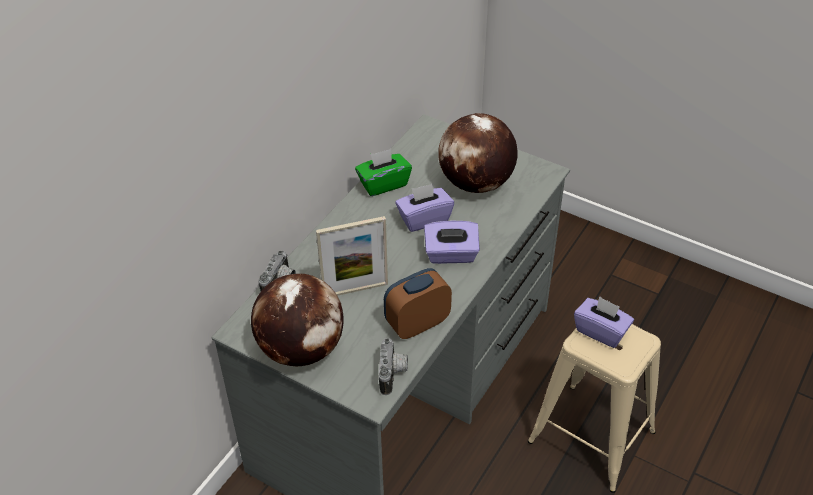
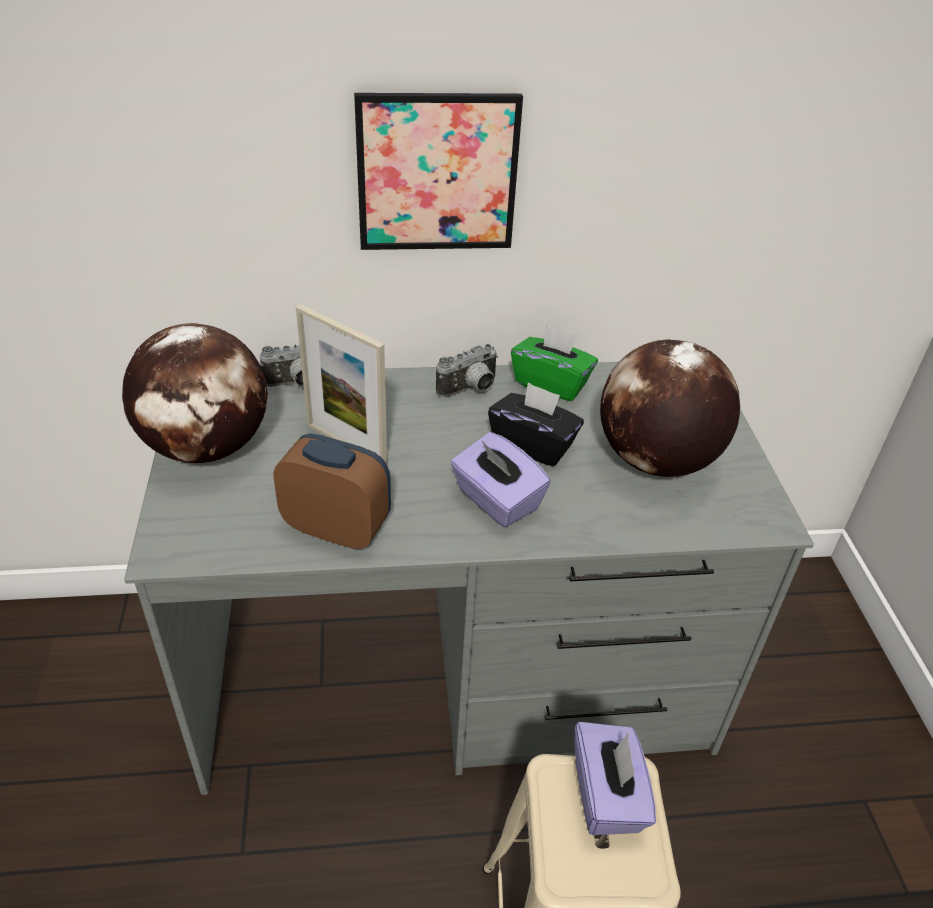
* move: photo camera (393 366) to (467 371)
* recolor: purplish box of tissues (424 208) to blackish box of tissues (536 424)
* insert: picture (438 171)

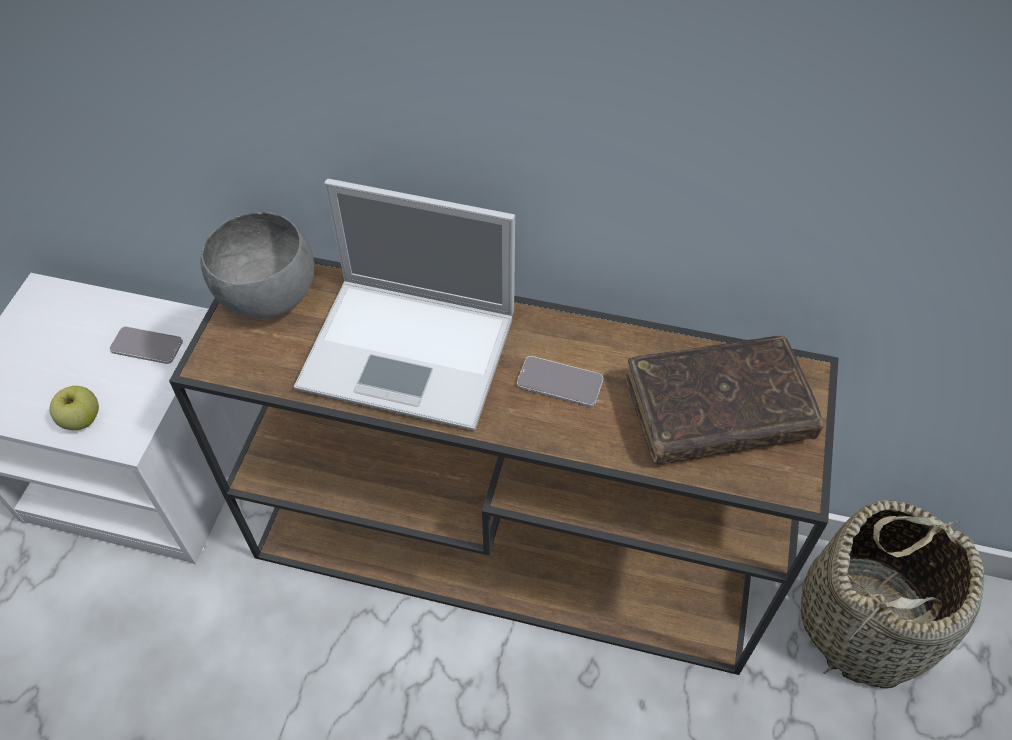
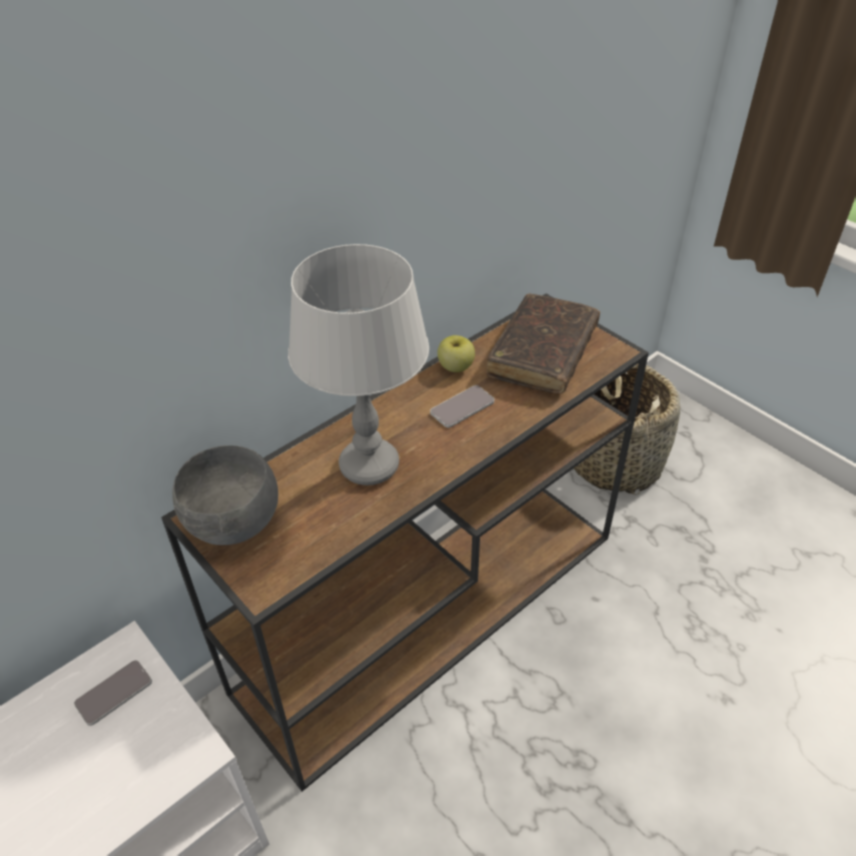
* move: whole apple (74 408) to (456 353)
* replace: laptop (404 305) to grey table lamp (358 364)

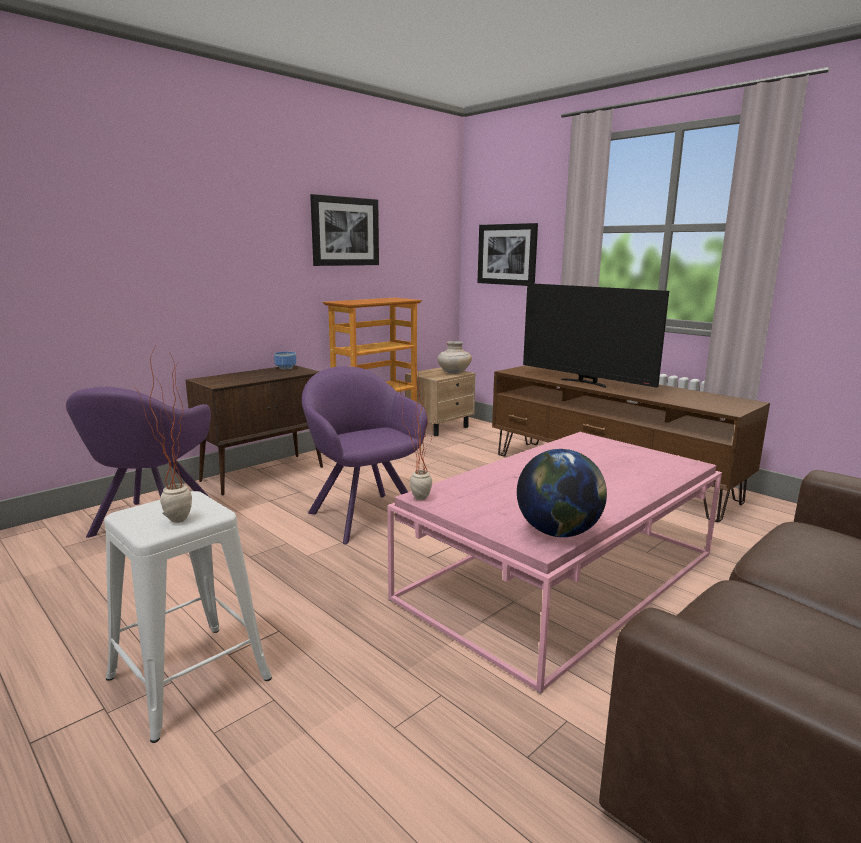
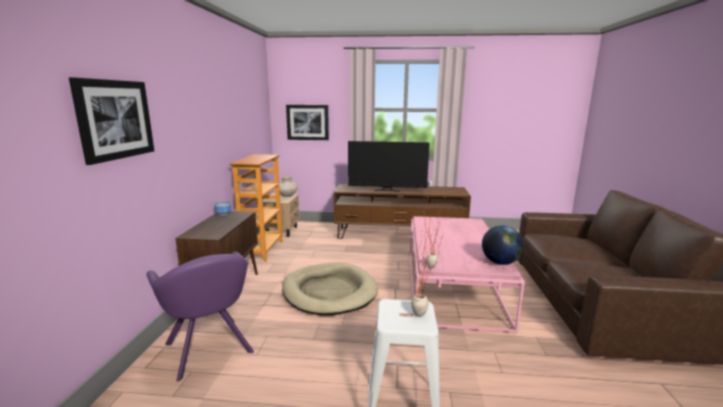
* replace: purplish easy chair (364 455) to sand-coloured dog cushion (330 289)
* move: picture (344 230) to (111 121)

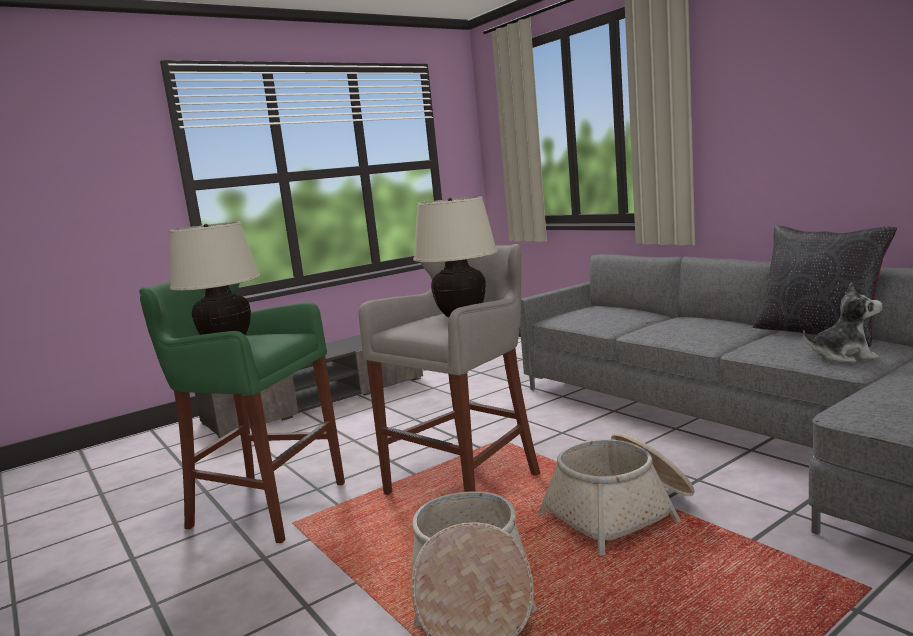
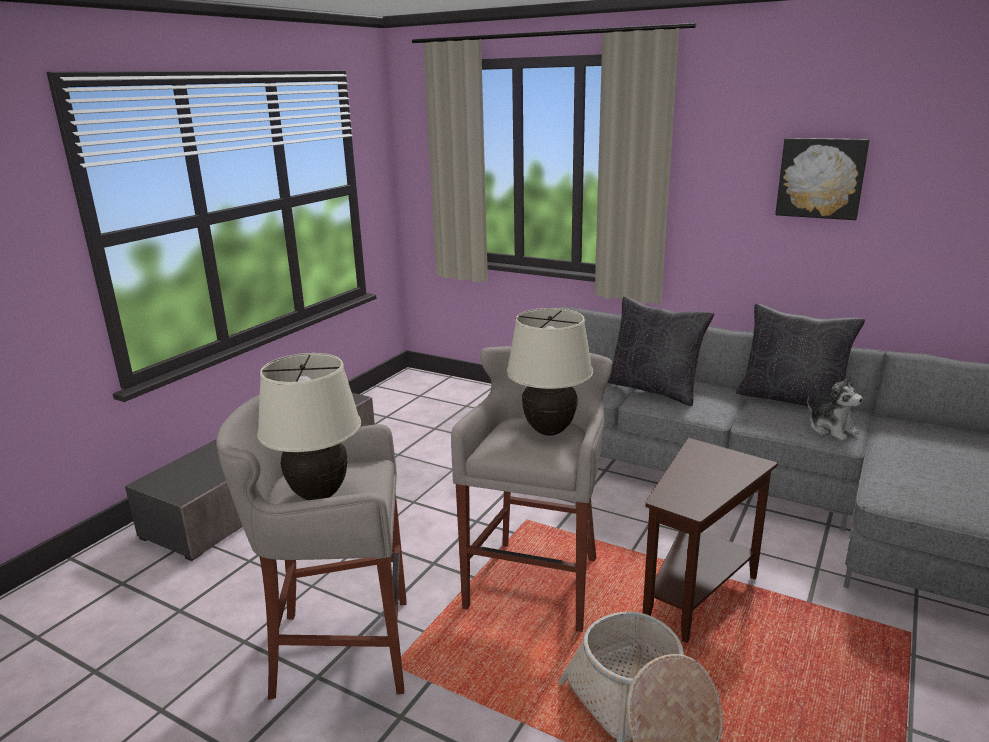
* recolor: greenish stool (242 412) to grey stool (311 547)
* replace: basket (617 494) to brown end table (710 540)
* rotate: cuddly toy (842 322) = (835 408) 75 degrees clockwise
* insert: blackish cushion (660 351)
* insert: picture (822 179)

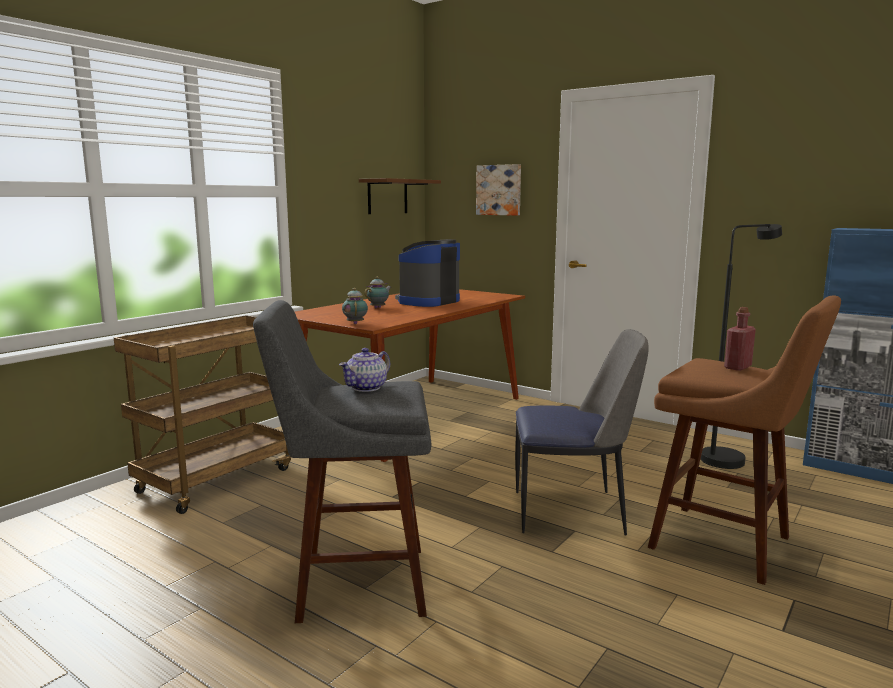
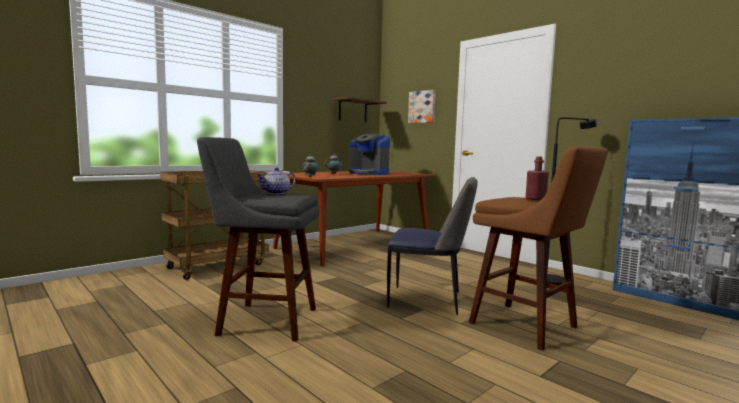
* rotate: coffee maker (427 273) = (369 154) 105 degrees counterclockwise

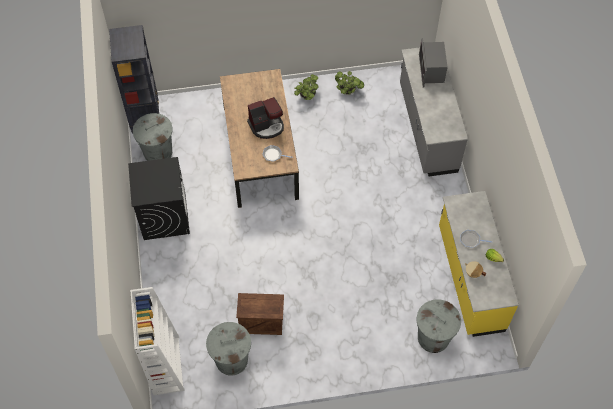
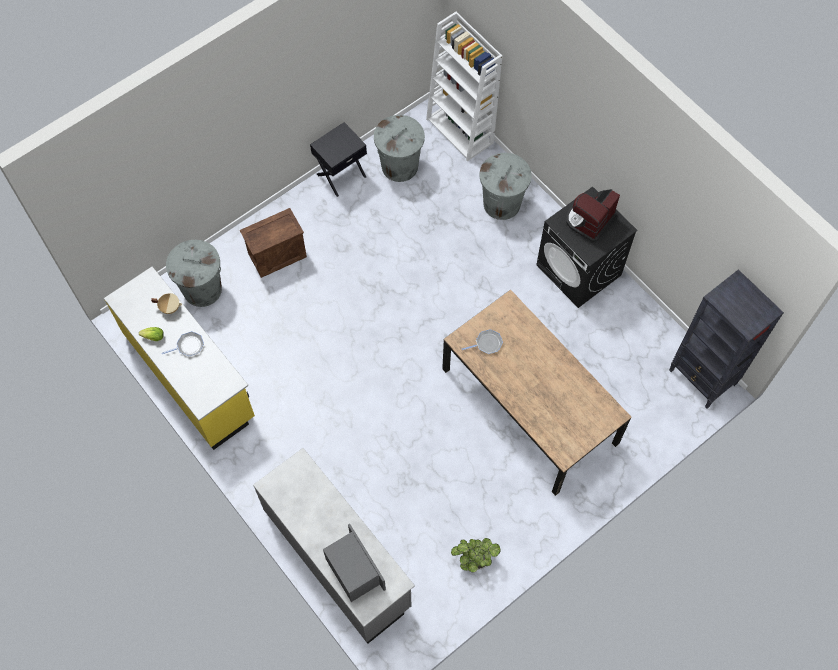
* move: grey rubbish bin (153 137) to (505 186)
* move: packing crate (260 314) to (273 243)
* move: coffee maker (265 118) to (593 215)
* delete: houseplant (306 87)
* insert: blackish nightstand (338 159)

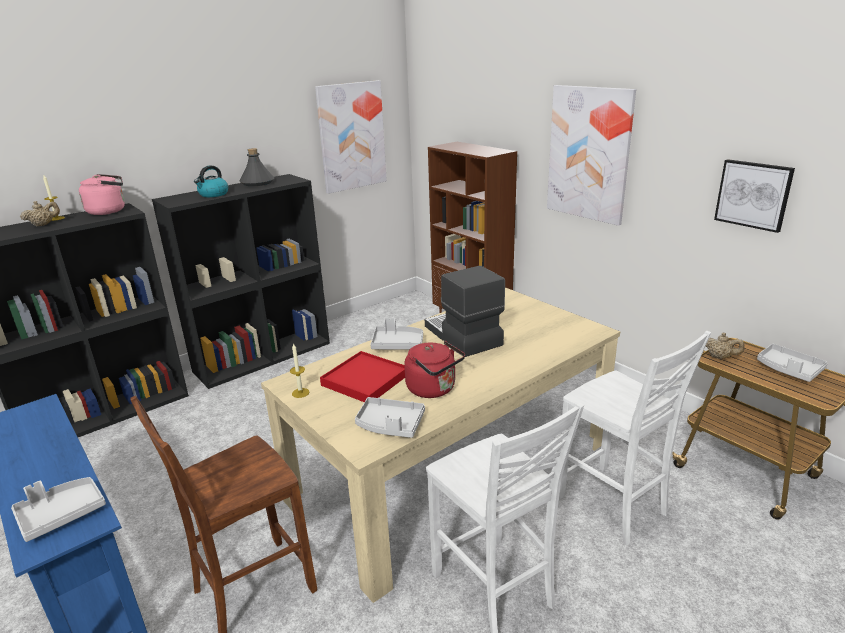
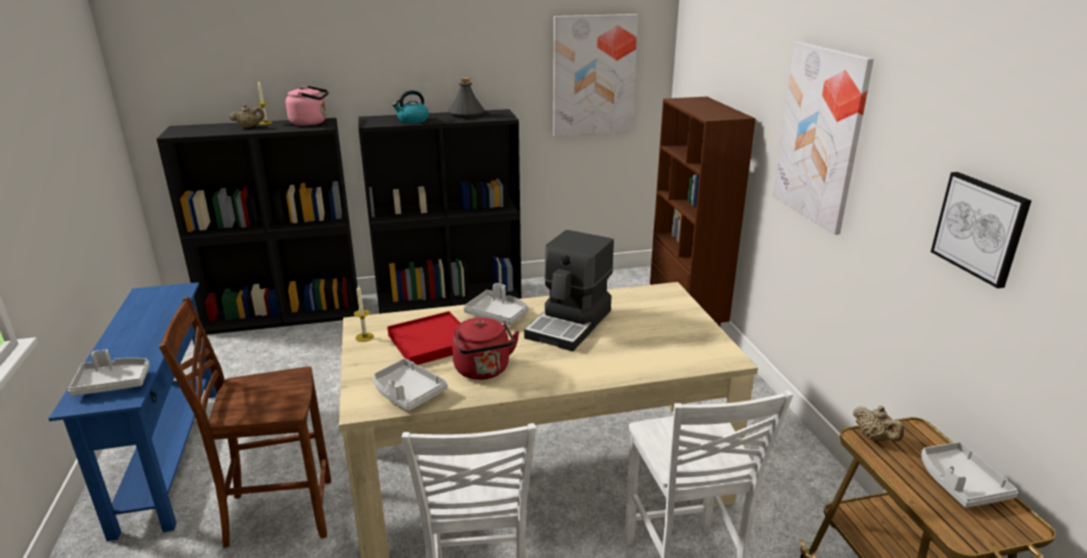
* rotate: coffee maker (465 311) = (569 290) 150 degrees counterclockwise

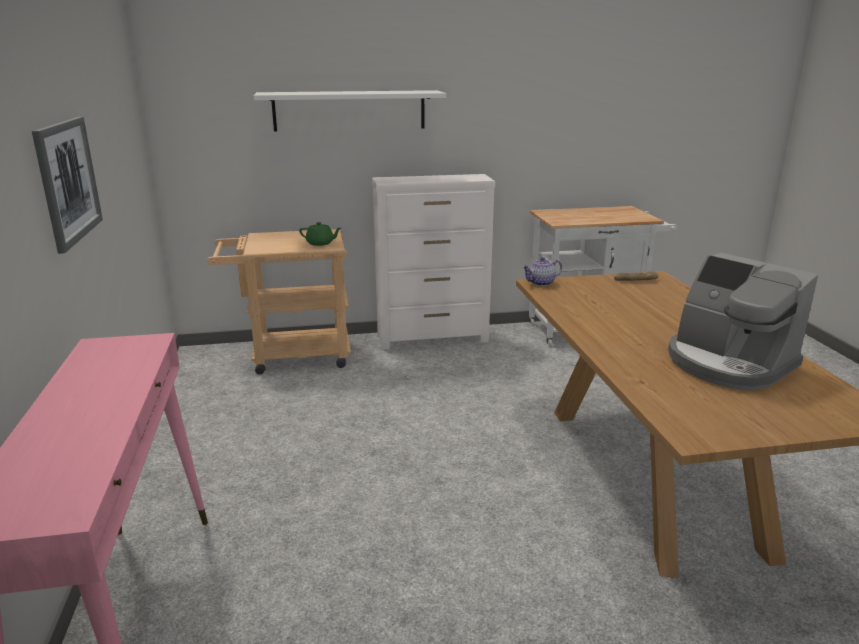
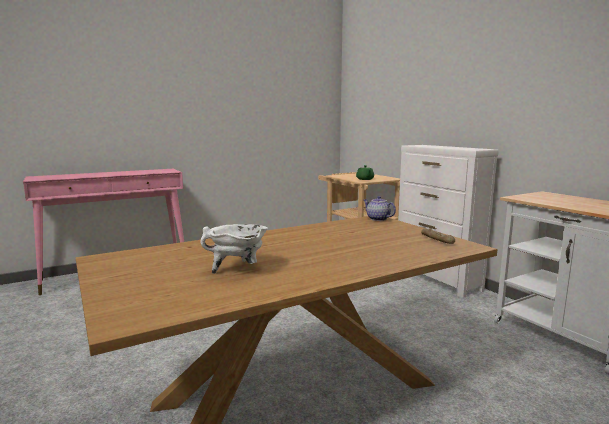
* delete: picture (67 185)
* delete: white bracket shelf (350 110)
* replace: coffee maker (743 321) to white saucepot (234 249)

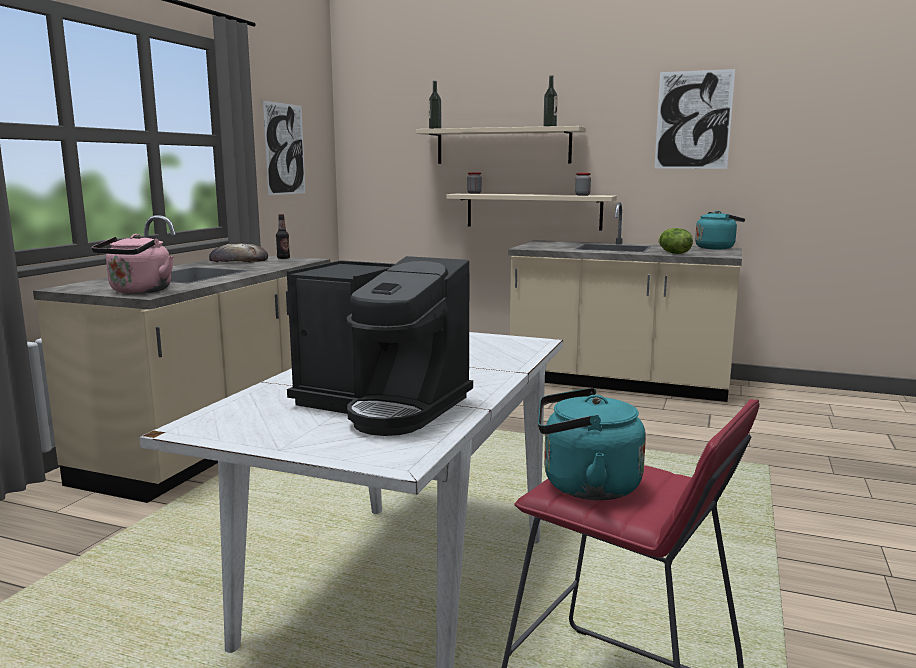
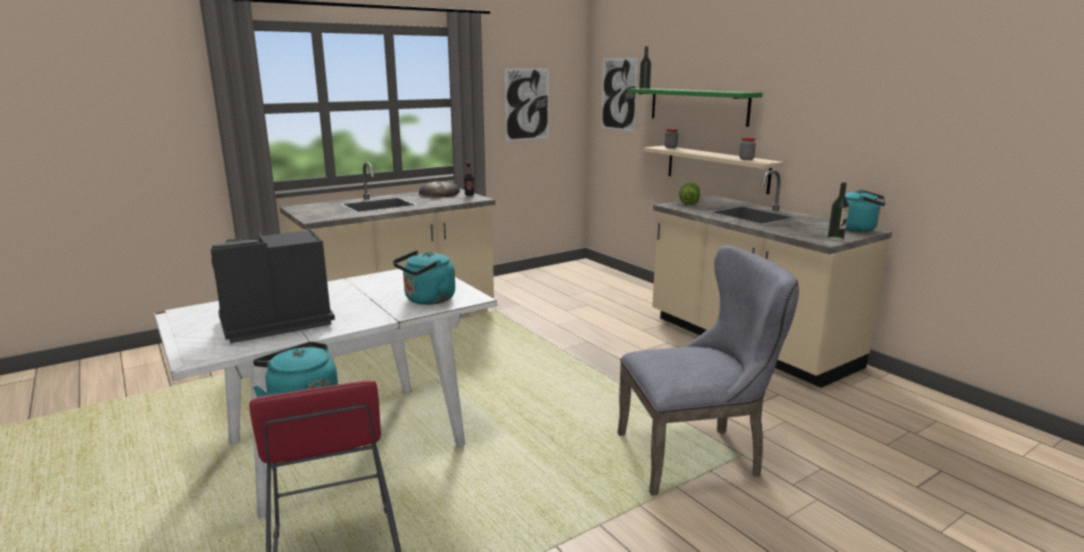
* delete: pink-coloured kettle (133 264)
* rotate: coffee maker (380 346) = (273 286) 90 degrees clockwise
* recolor: sand-coloured bracket shelf (501 145) to greenish bracket shelf (695 107)
* move: beverage bottle (550 100) to (838 211)
* move: picture (694 119) to (619 94)
* move: head of lettuce (675 241) to (689 193)
* insert: turquoise kettle (424 277)
* insert: grey upright chair (708 370)

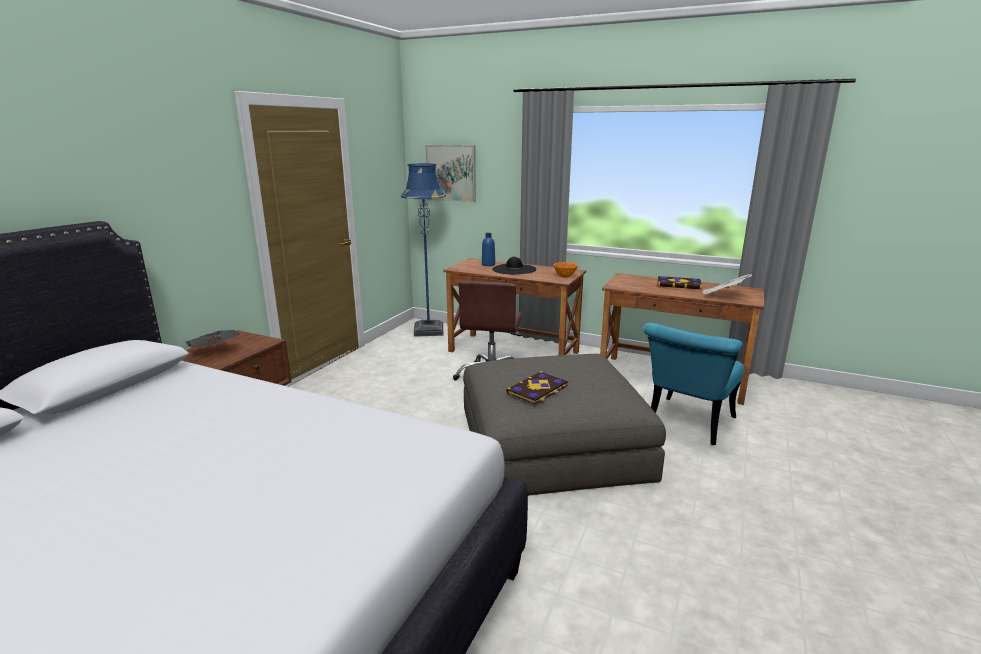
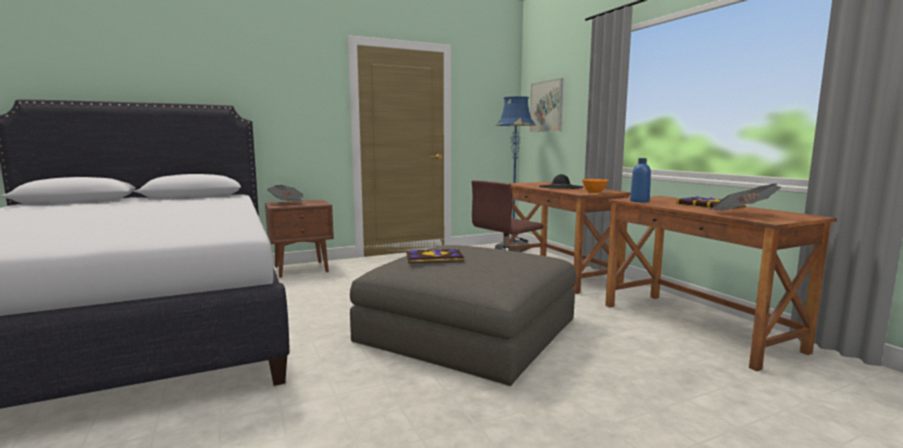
* move: blue-coloured beverage bottle (488 249) to (640 180)
* delete: turquoise upright chair (694 384)

